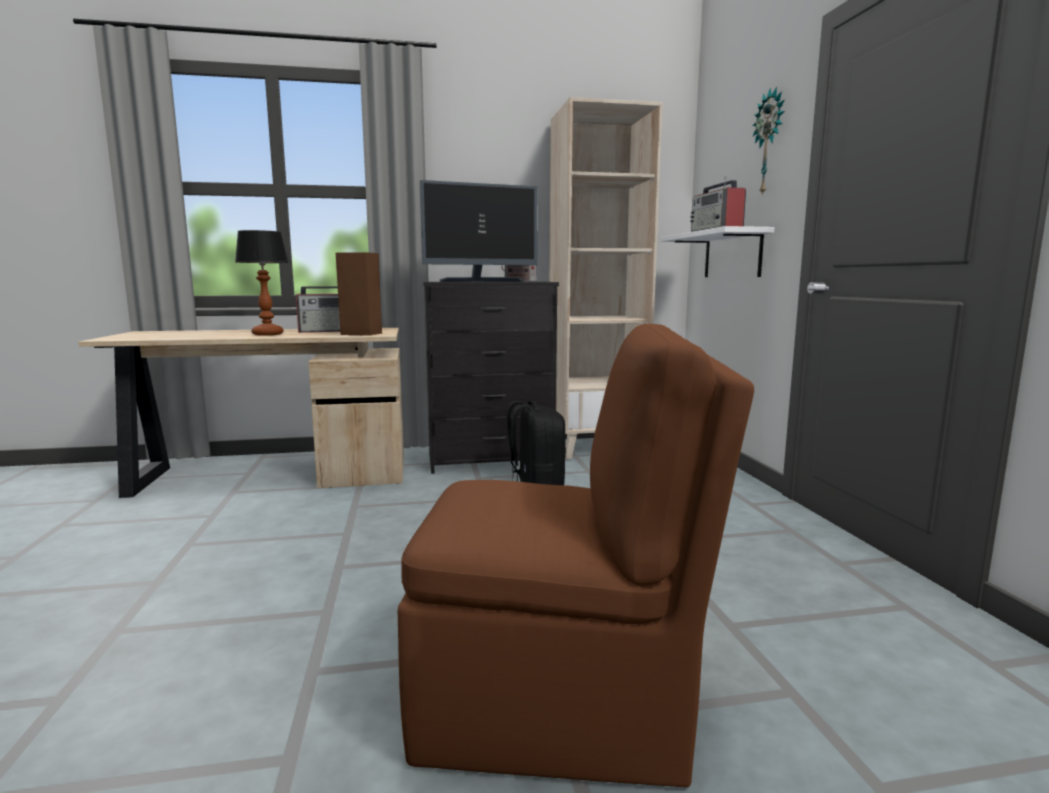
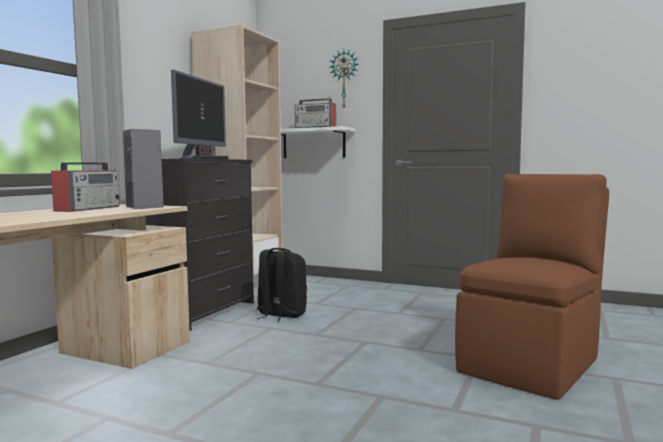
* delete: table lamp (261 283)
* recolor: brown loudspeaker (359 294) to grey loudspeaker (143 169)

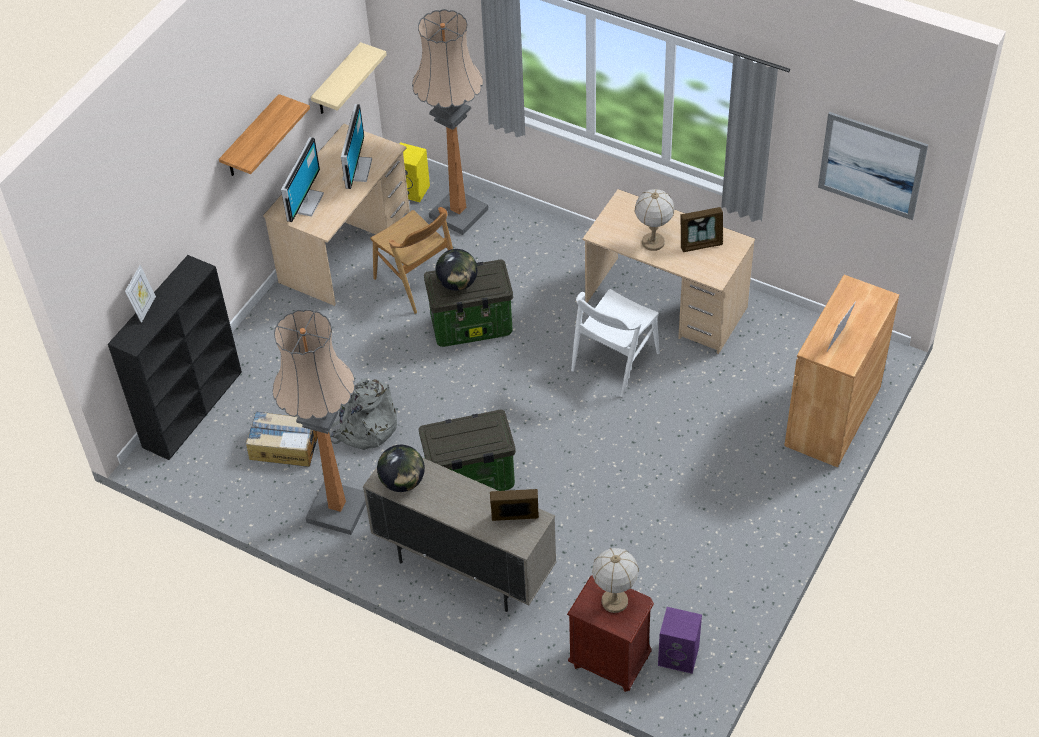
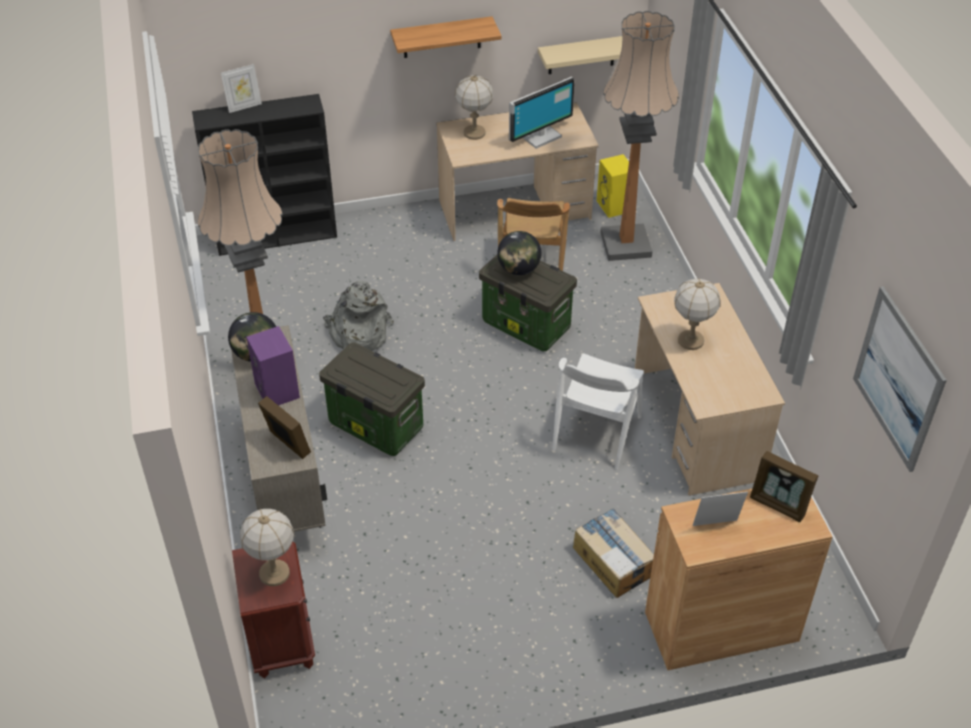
* move: carton (282 439) to (613 553)
* replace: computer screen (302 179) to table lamp (474 107)
* rotate: white upright chair (615 343) = (598 411) 60 degrees counterclockwise
* move: purplish loudspeaker (680 640) to (273 366)
* move: photo frame (701 229) to (784 486)

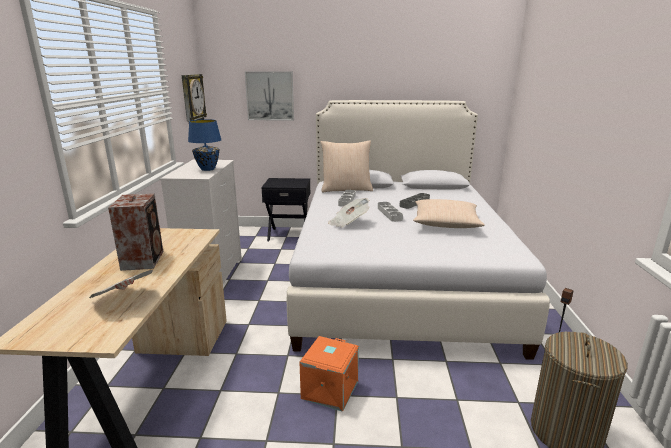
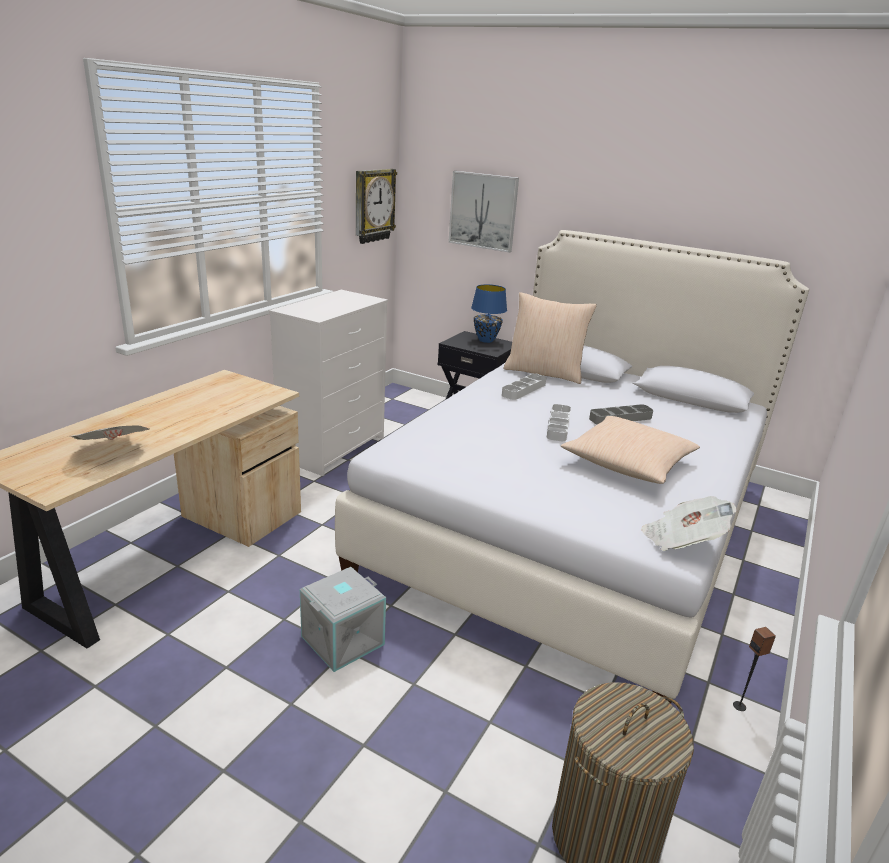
* delete: loudspeaker (135 232)
* move: blue-coloured table lamp (205 145) to (489 313)
* recolor: orange storage bin (329 374) to grey storage bin (343 619)
* move: daily paper (349 212) to (689 523)

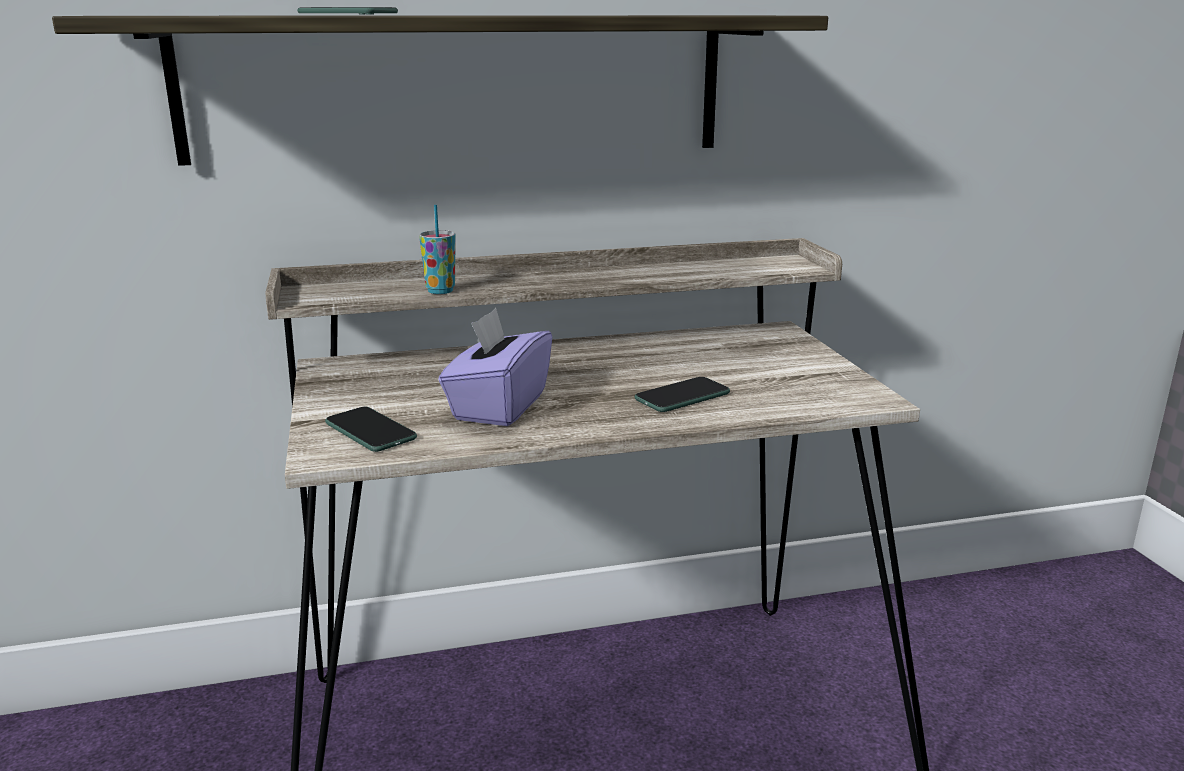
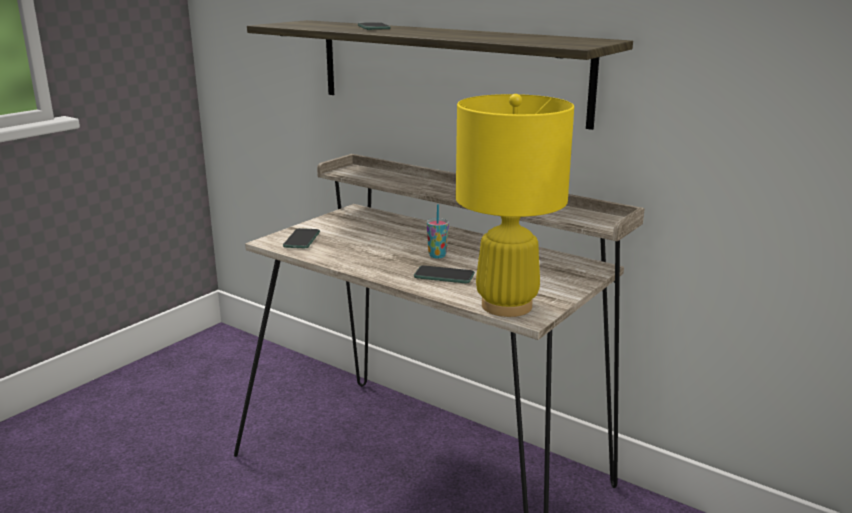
* move: small cup (437 249) to (438 231)
* delete: purplish box of tissues (495 367)
* insert: yellow table lamp (515 205)

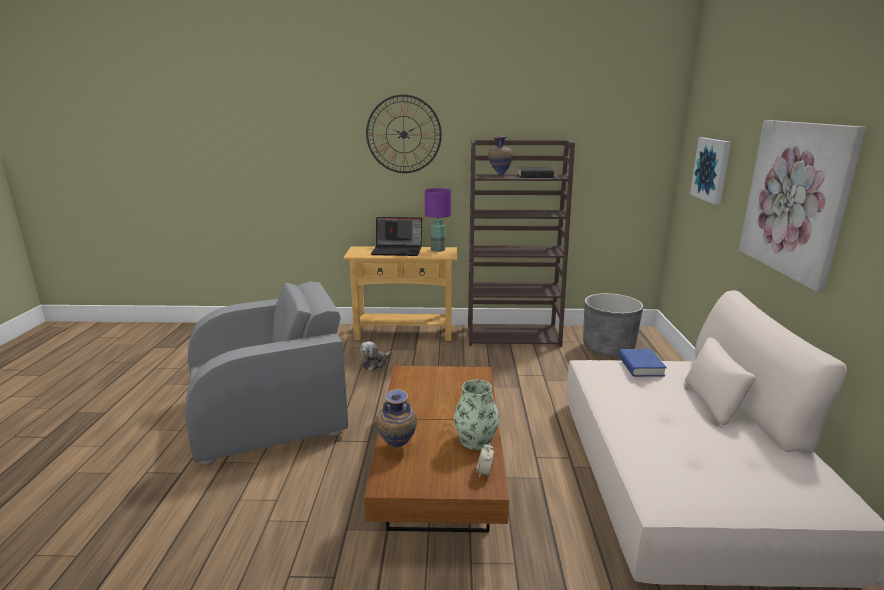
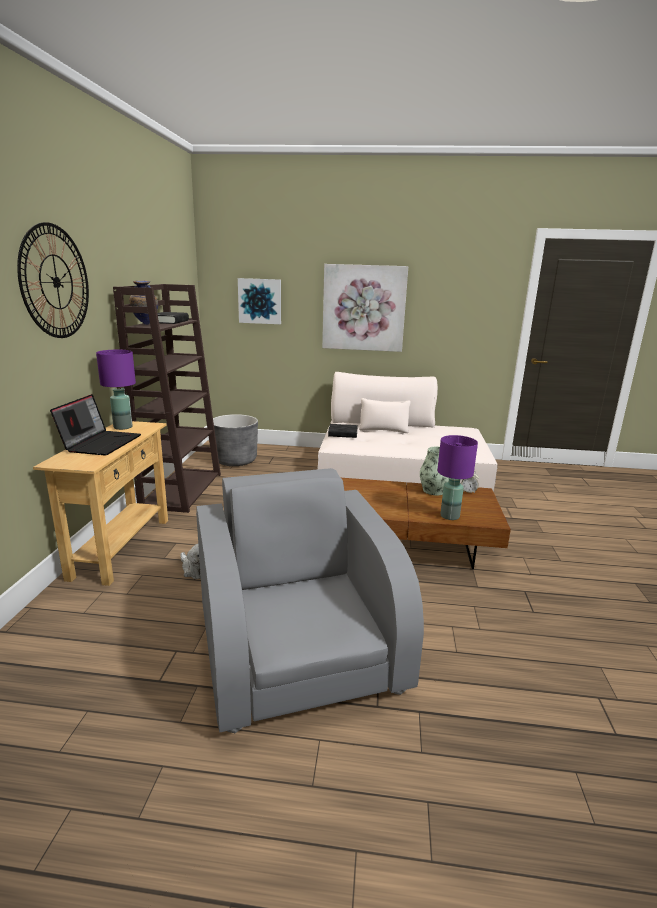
* replace: flower vase (397 418) to purplish table lamp (457 477)
* recolor: blue-coloured volume (643 363) to blackish volume (343 431)

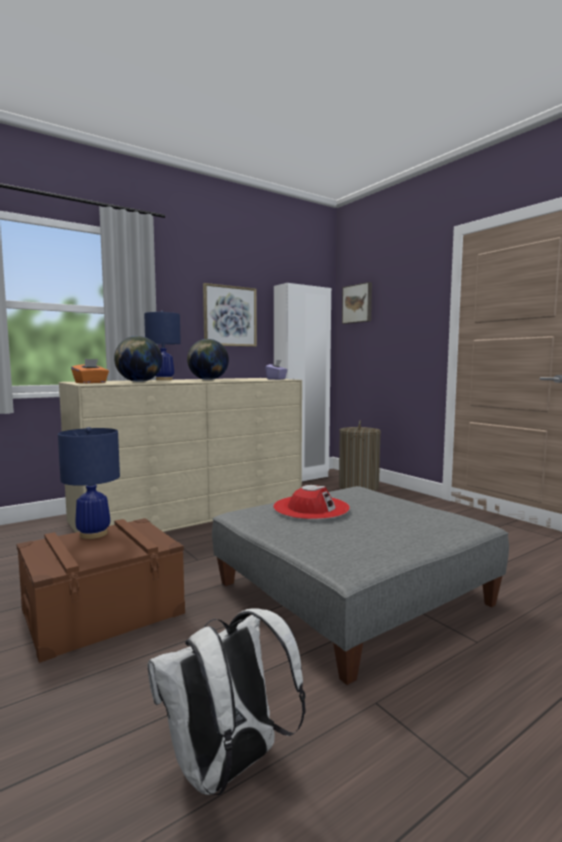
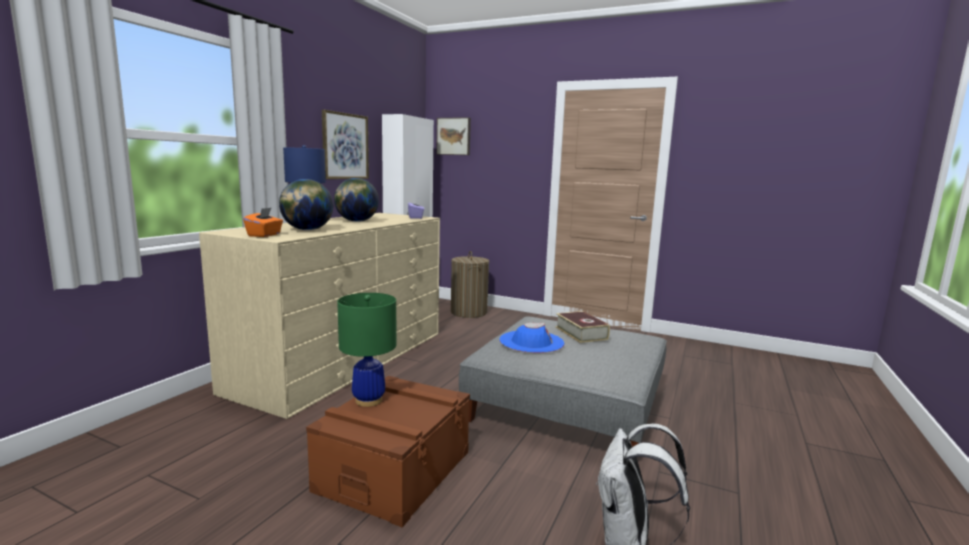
* recolor: blue-coloured table lamp (89 483) to greenish table lamp (366 350)
* recolor: red clothing hat (311 502) to blue-coloured clothing hat (531 338)
* insert: volume (582 327)

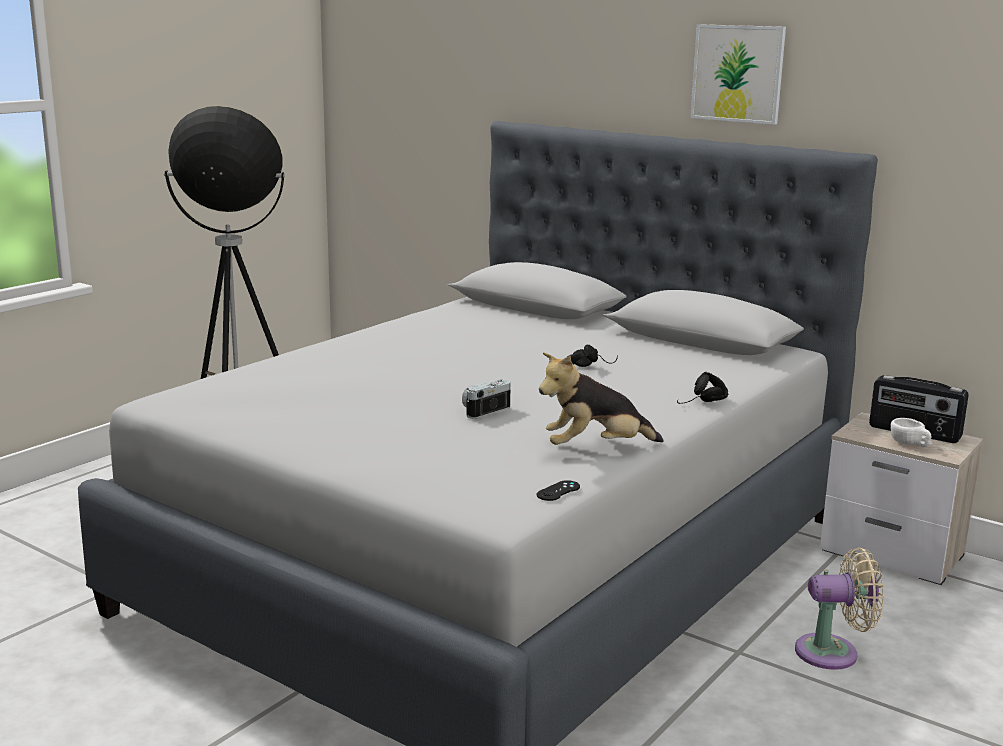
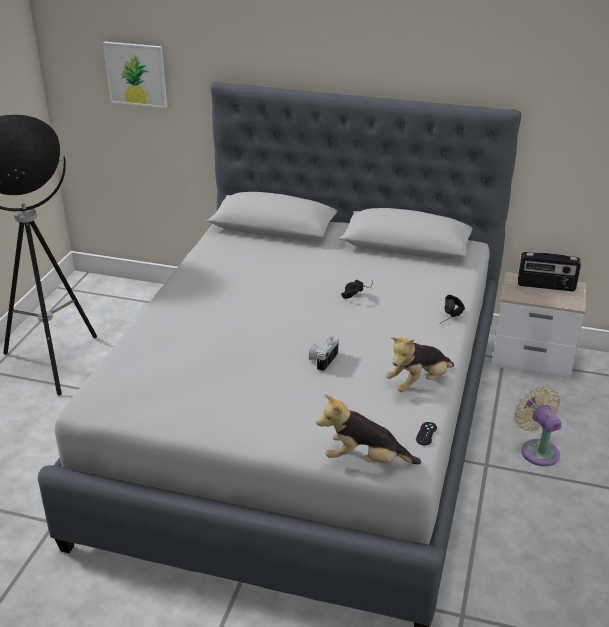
* move: picture (738 74) to (135 75)
* rotate: sand-coloured electric fan (839 609) = (538 426) 90 degrees counterclockwise
* delete: white small cup (911 432)
* insert: cuddly toy (368 429)

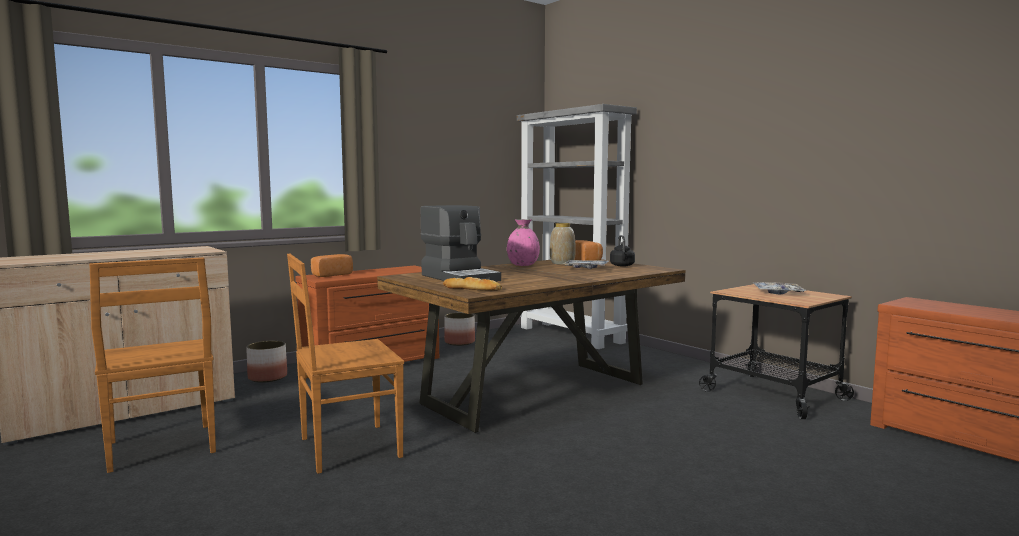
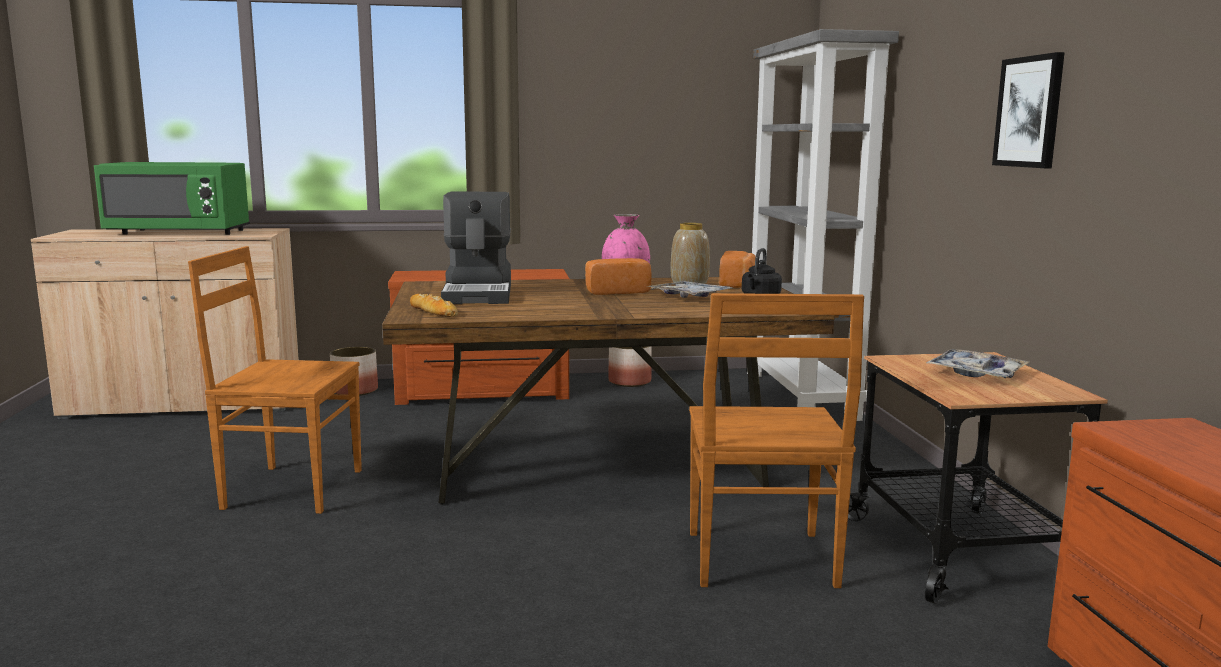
* move: brown upright chair (152 365) to (776 440)
* move: bakery bread (332 265) to (618 276)
* insert: greenish microwave oven (172 198)
* insert: picture (1028 110)

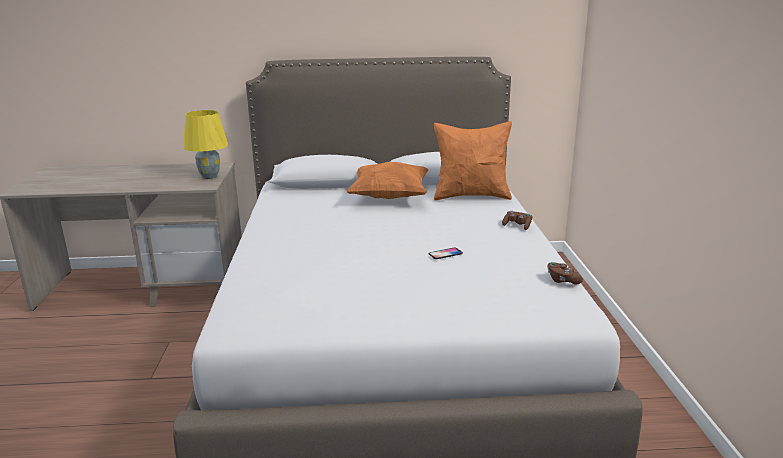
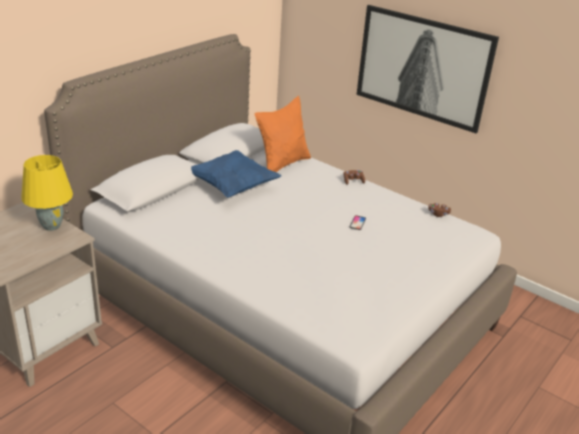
* recolor: orange cushion (387 180) to blue-coloured cushion (236 174)
* insert: picture (428 69)

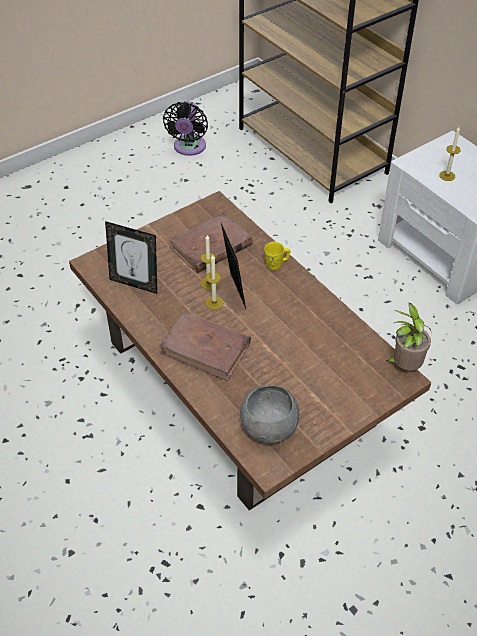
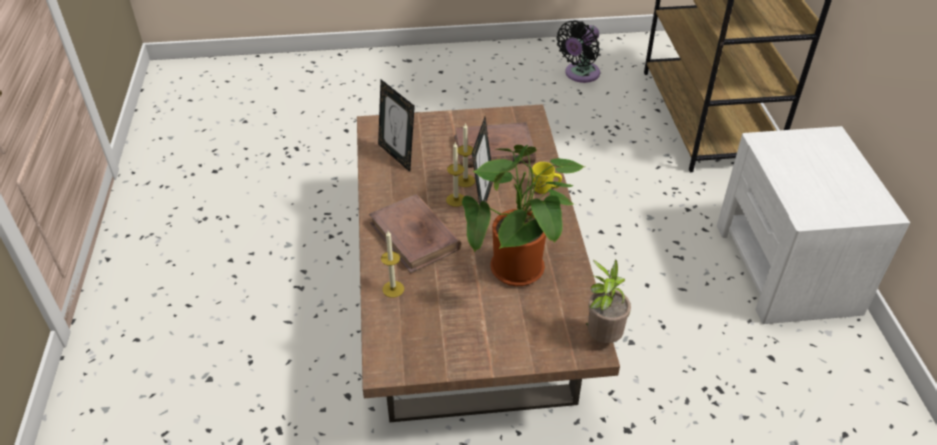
* delete: grey deep dish (269 414)
* move: candle (450 154) to (392 264)
* insert: houseplant (523 215)

